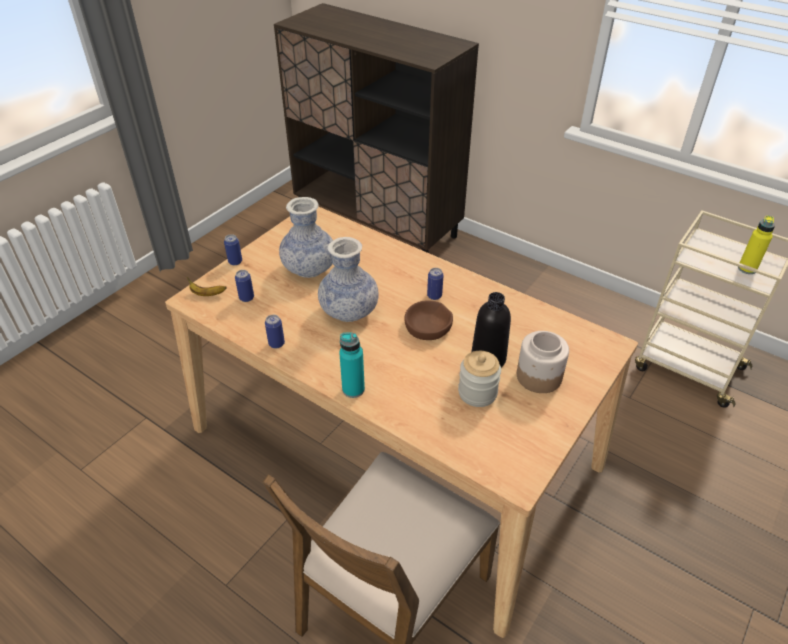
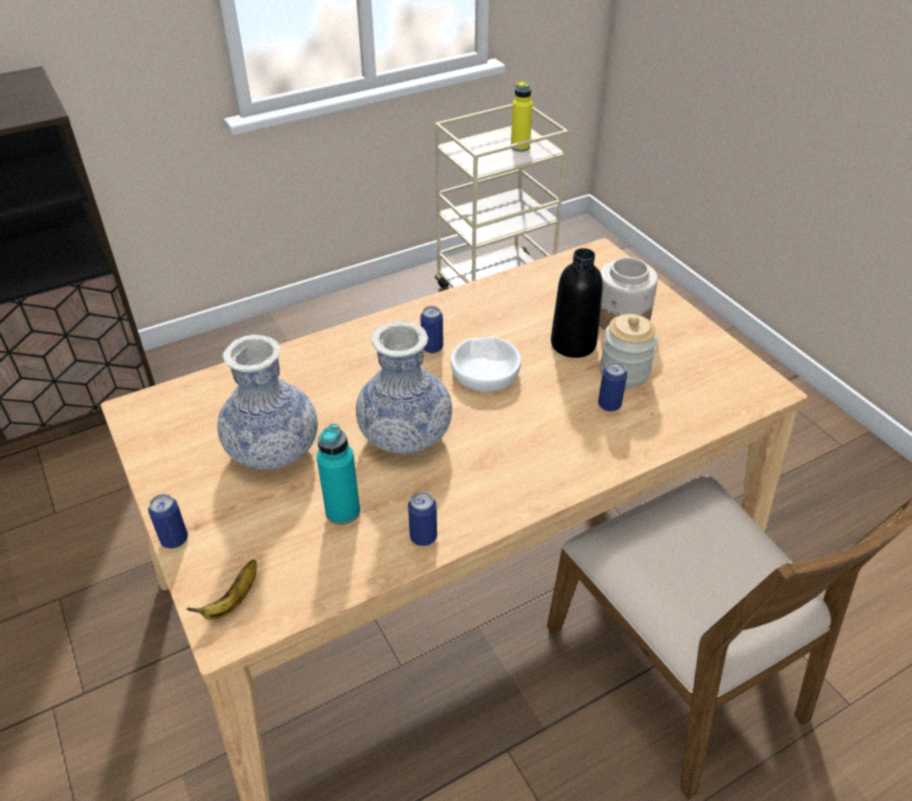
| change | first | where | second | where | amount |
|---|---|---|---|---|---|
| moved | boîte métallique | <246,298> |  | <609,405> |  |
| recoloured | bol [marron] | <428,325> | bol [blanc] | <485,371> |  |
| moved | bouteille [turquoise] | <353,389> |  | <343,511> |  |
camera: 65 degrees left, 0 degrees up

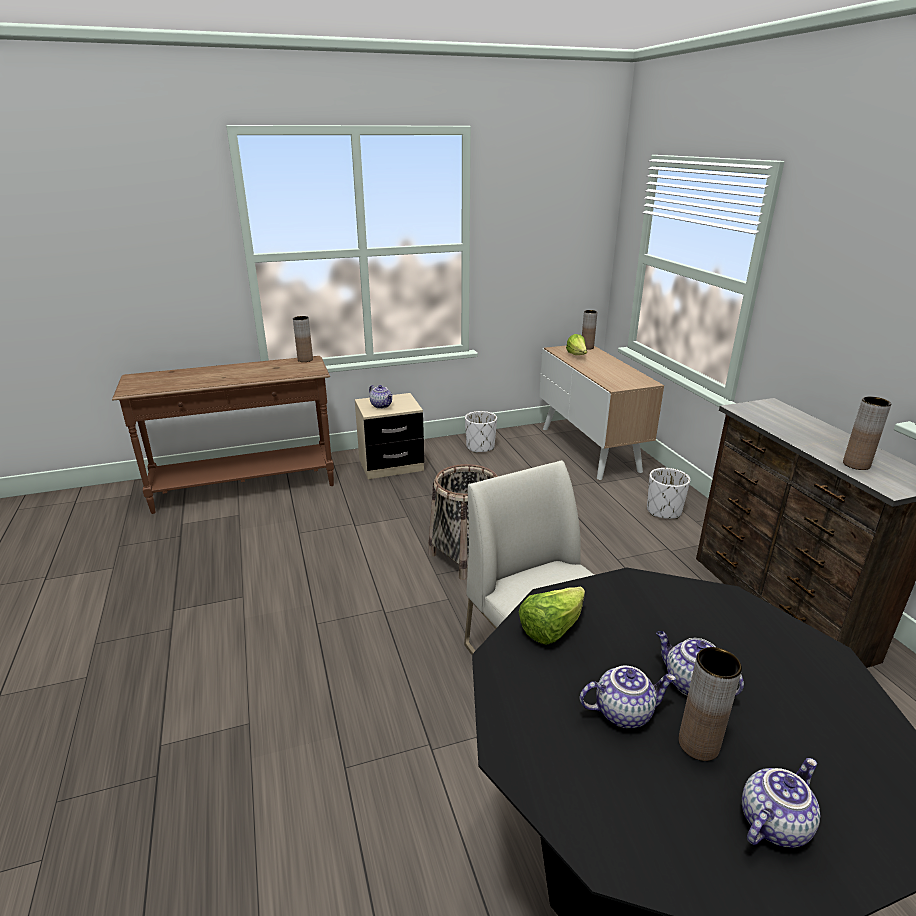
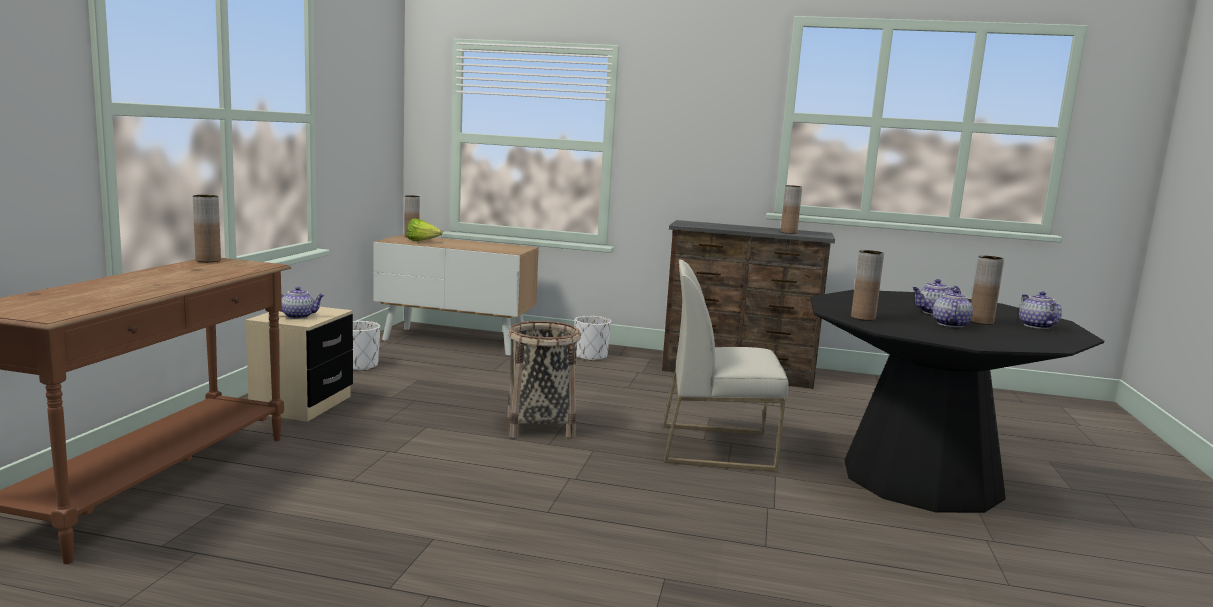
| change | first | where | second | where | amount |
|---|---|---|---|---|---|
| replaced | laitue | <551,629> | vase [marron] | <863,318> |  |
camera: 60 degrees left, 15 degrees down

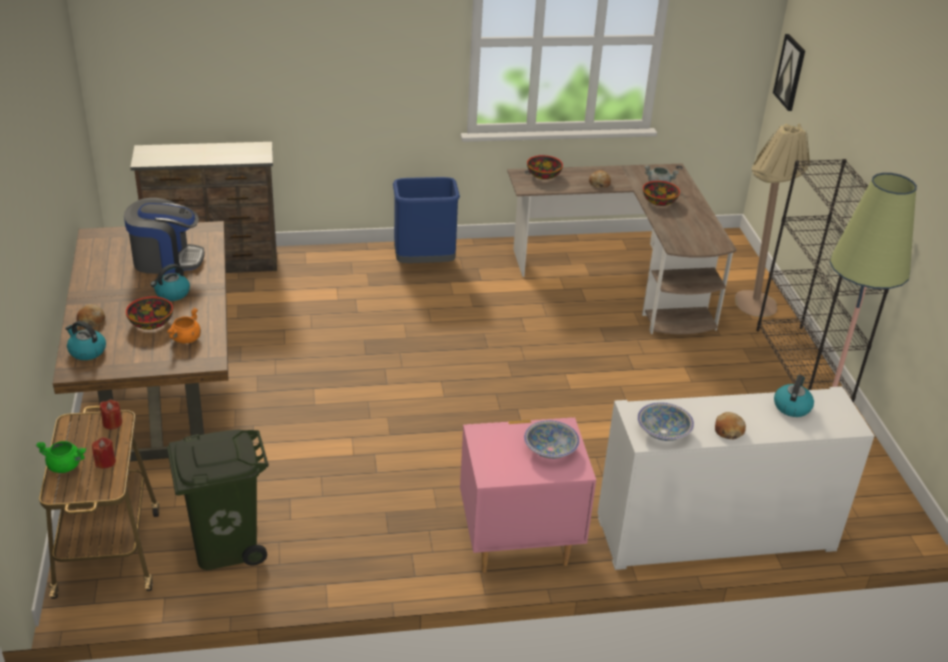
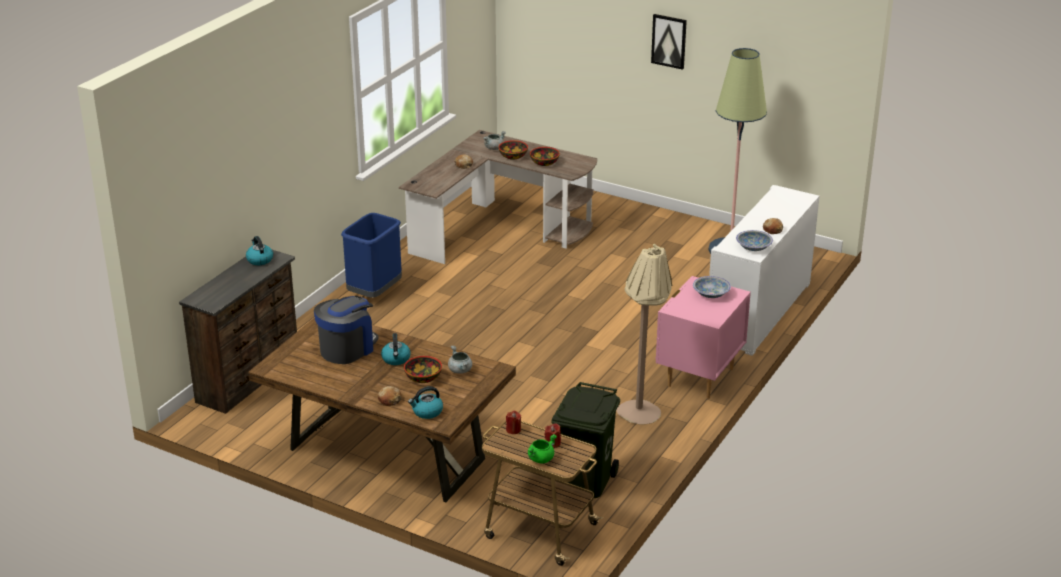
| change | first | where | second | where | amount |
|---|---|---|---|---|---|
| moved | tableau | <790,72> |  | <669,41> |  |
| moved | lampadaire [beige] | <749,308> |  | <640,419> |  |
| moved | bol | <544,175> |  | <544,162> |  |
| removed | bibliothèque [noir] | <803,367> |  |  |  |
| recoloured | marmite [orange] | <186,339> | marmite [gris] | <460,370> |  |
| moved | bouilloire | <791,406> |  | <259,260> |  |
camera: 50 degrees left, 5 degrees down

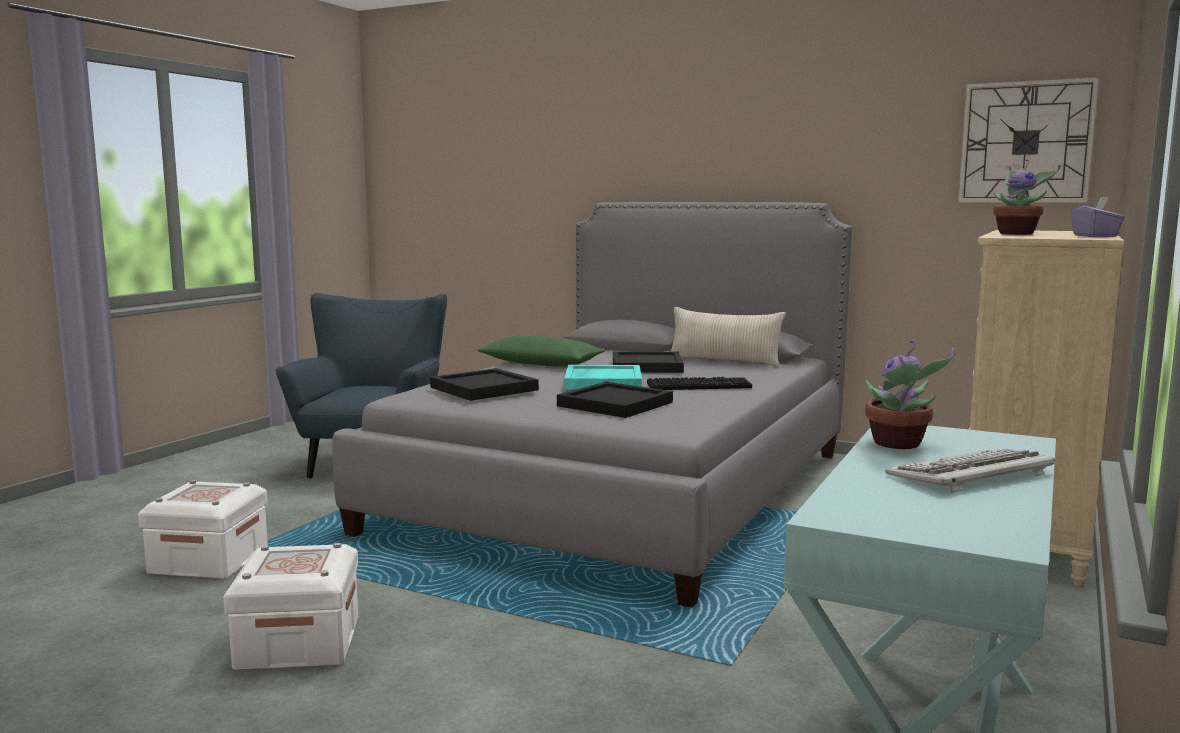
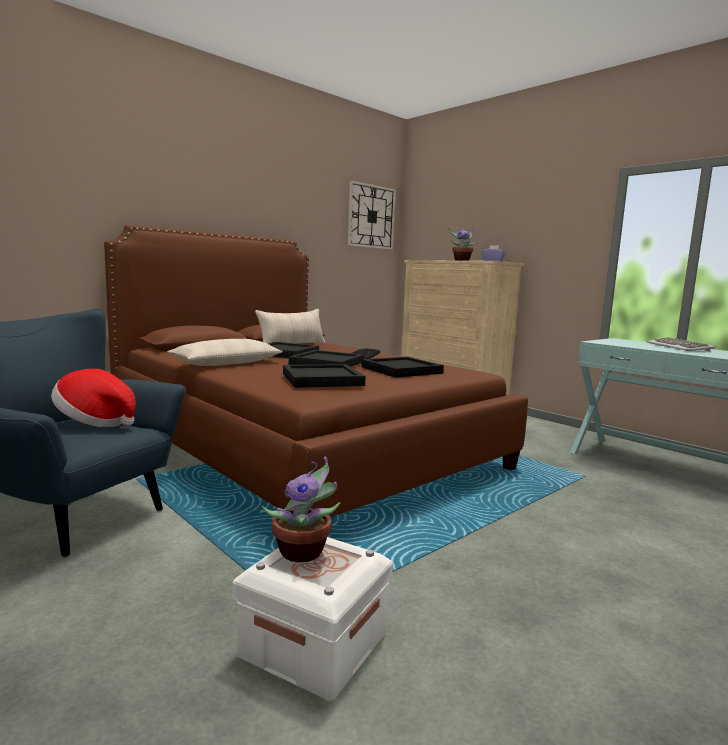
| change | first | where | second | where | amount |
|---|---|---|---|---|---|
| recoloured | lit [gris] | <622,489> | lit [marron] | <300,446> |  |
| recoloured | coussin [vert] | <541,364> | coussin [beige] | <226,363> |  |
| moved | plante en pot | <898,444> |  | <304,553> |  |
| recoloured | plateau [turquoise] | <602,381> | plateau [noir] | <326,363> |  |
| removed | boîte de rangement [blanc] | <299,643> |  |  |  |
| added |  |  | chapeau | <95,422> |  |
camera: 70 degrees left, 0 degrees up

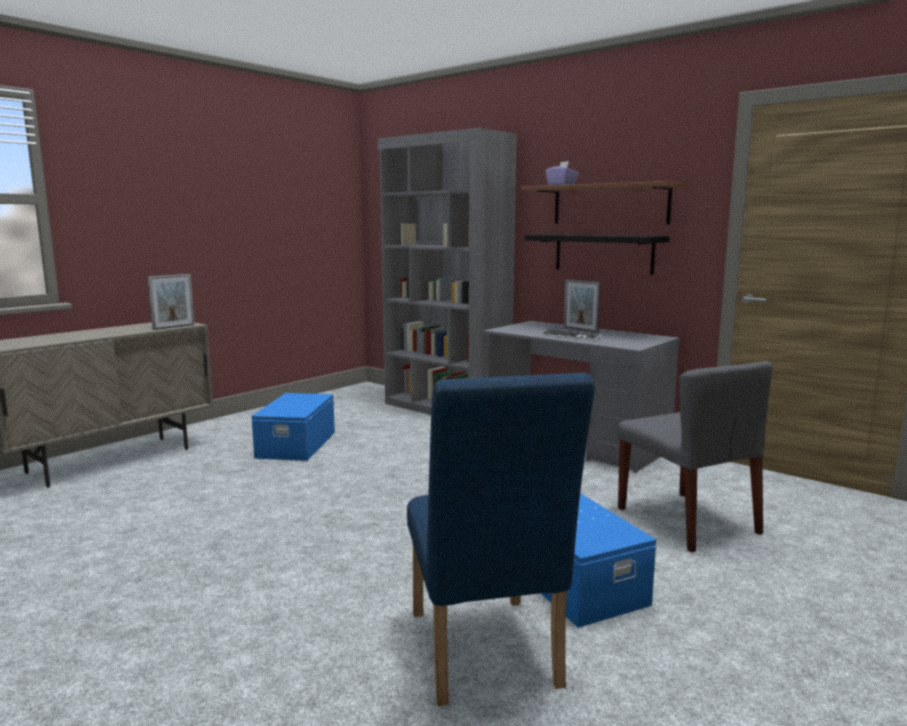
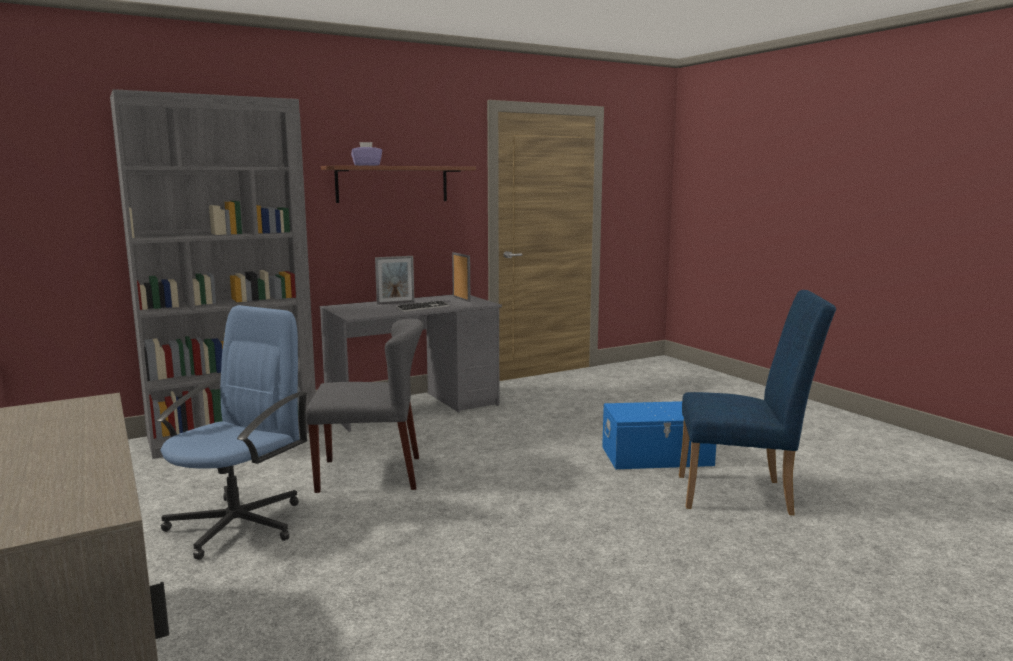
| change | first | where | second | where | amount |
|---|---|---|---|---|---|
| removed | étagère [noir] | <603,253> |  |  |  |
| moved | cadre photo | <174,327> |  | <461,299> |  |
| moved | chaise [gris] | <688,521> |  | <370,474> |  |
| replaced | boîte de rangement [bleu] | <295,444> | chaise de bureau [bleu] | <238,524> |  |
camera: 70 degrees left, 0 degrees up

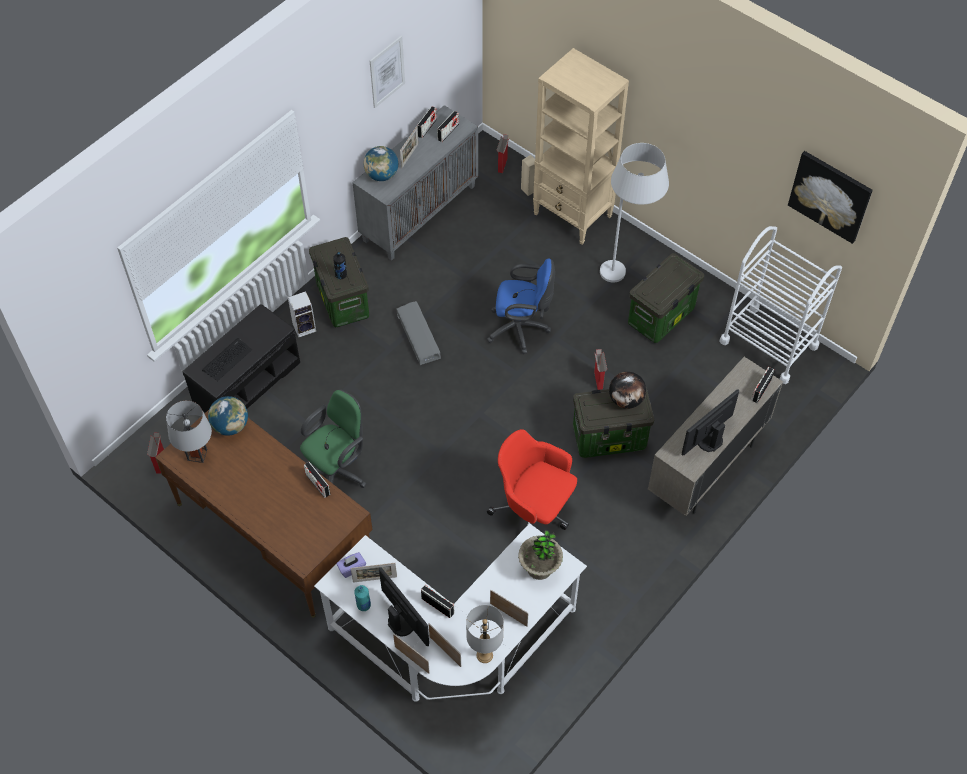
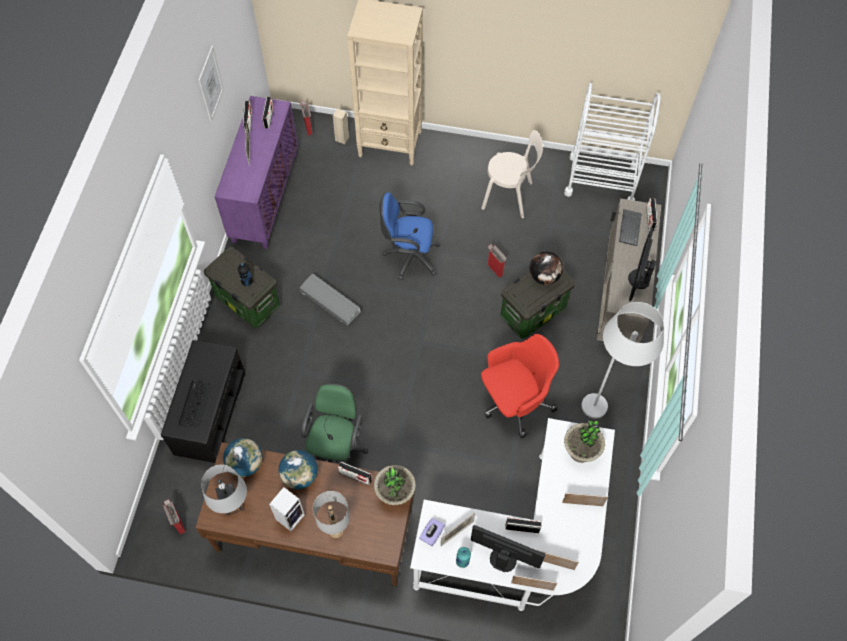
| change | first | where | second | where | amount |
|---|---|---|---|---|---|
| recoloured | meuble de rangement [gris] | <419,212> | meuble de rangement [violet] | <264,197> |  |
| moved | lampadaire [blanc] | <627,273> |  | <607,400> |  |
| moved | globe | <382,175> |  | <300,476> |  |
| removed | tableau | <830,196> |  |  |  |
| replaced | boîte de rangement | <661,317> | chaise [beige] | <510,196> |  |
| turned | chaise de bureau [bleu] | <521,329> |  | <409,256> | 150 degrees counterclockwise |
| moved | enceinte | <305,327> |  | <290,516> |  |
| turned | chaise de bureau [rouge] | <534,511> |  | <514,402> | 150 degrees clockwise |
| moved | lampe de table [gris] | <484,655> |  | <335,530> |  |
| added |  |  | clavier | <629,227> |  |
| added |  |  | plante en pot | <395,493> |  |
camera: 30 degrees left, 5 degrees up

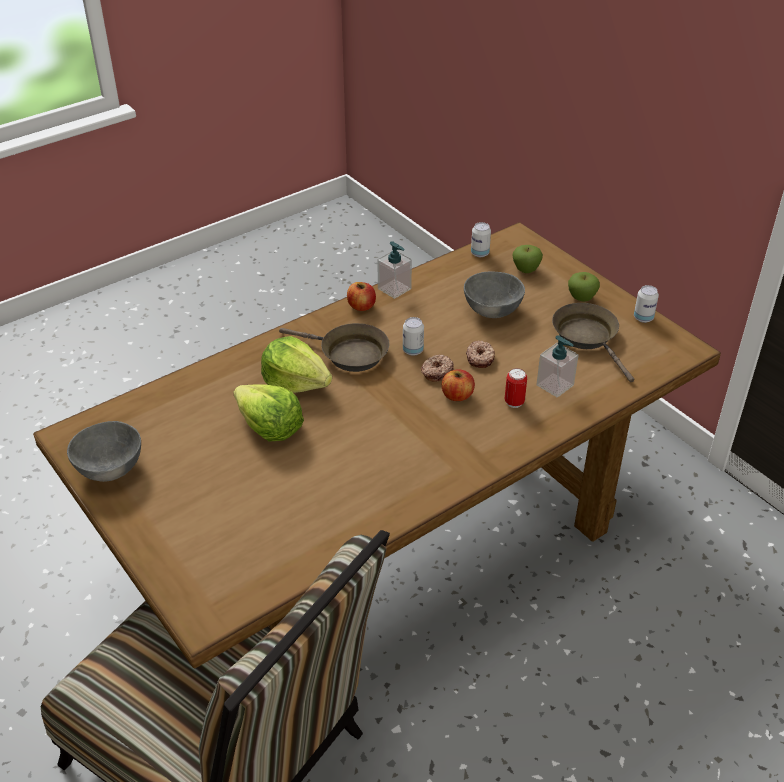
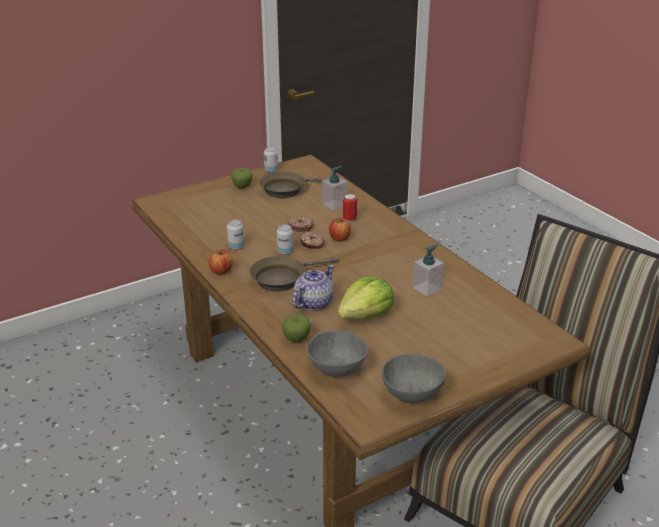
| change | first | where | second | where | amount |
|---|---|---|---|---|---|
| moved | boîte métallique | <480,253> |  | <236,247> |  |
| moved | distributeur de savon | <394,289> |  | <427,288> |  |
| moved | pomme | <526,270> |  | <296,339> |  |
| moved | bol [gris] | <491,311> |  | <337,370> |  |
| turned | poêle [marron] | <349,354> |  | <282,278> | 150 degrees counterclockwise |
| replaced | laitue | <296,382> | théière | <313,303> |  |
camera: 85 degrees left, 10 degrees down

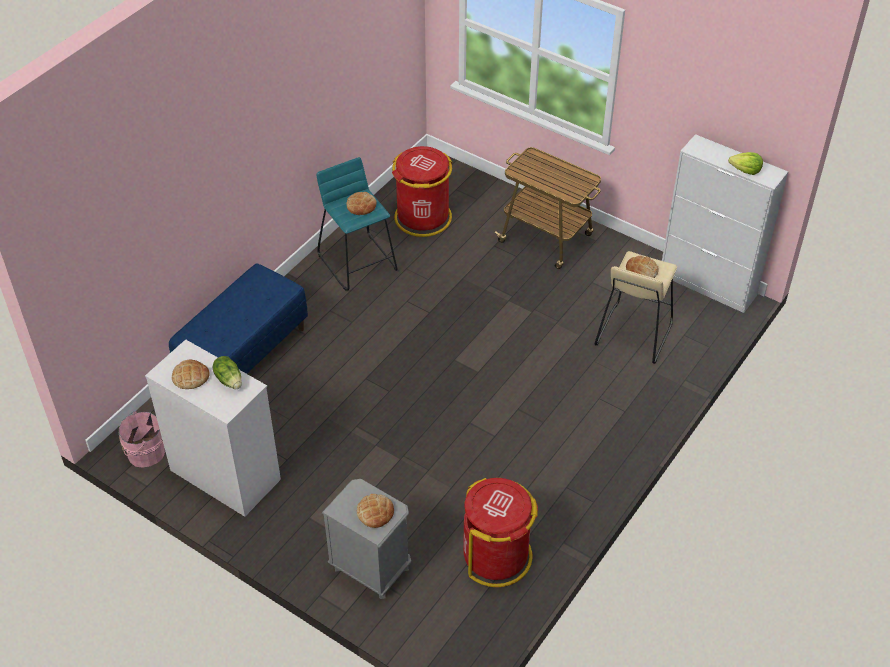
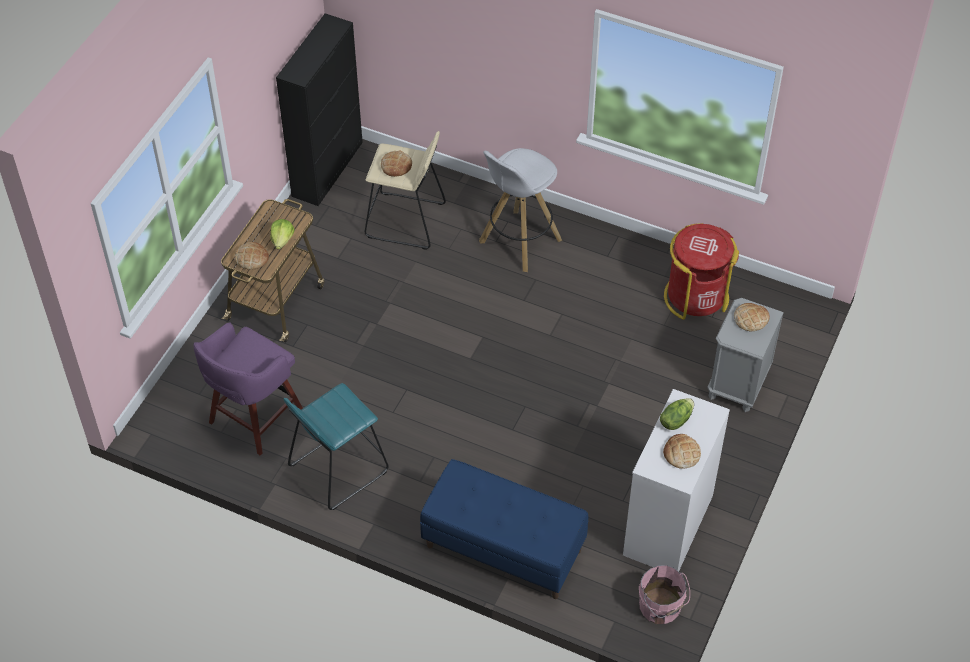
| change | first | where | second | where | amount |
|---|---|---|---|---|---|
| recoloured | meuble de rangement [blanc] | <708,285> | meuble de rangement [noir] | <328,169> |  |
| replaced | poubelle [rouge] | <423,218> | tabouret [violet] | <254,418> |  |
| moved | laitue | <745,170> |  | <282,240> |  |
| moved | pain | <361,206> |  | <251,258> |  |
| added |  |  | tabouret [blanc] | <519,242> |  |
camera: 100 degrees left, 5 degrees up

